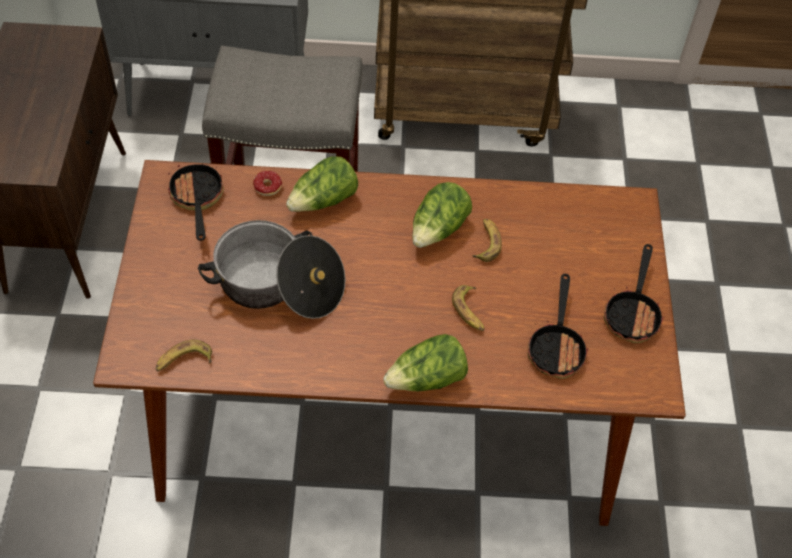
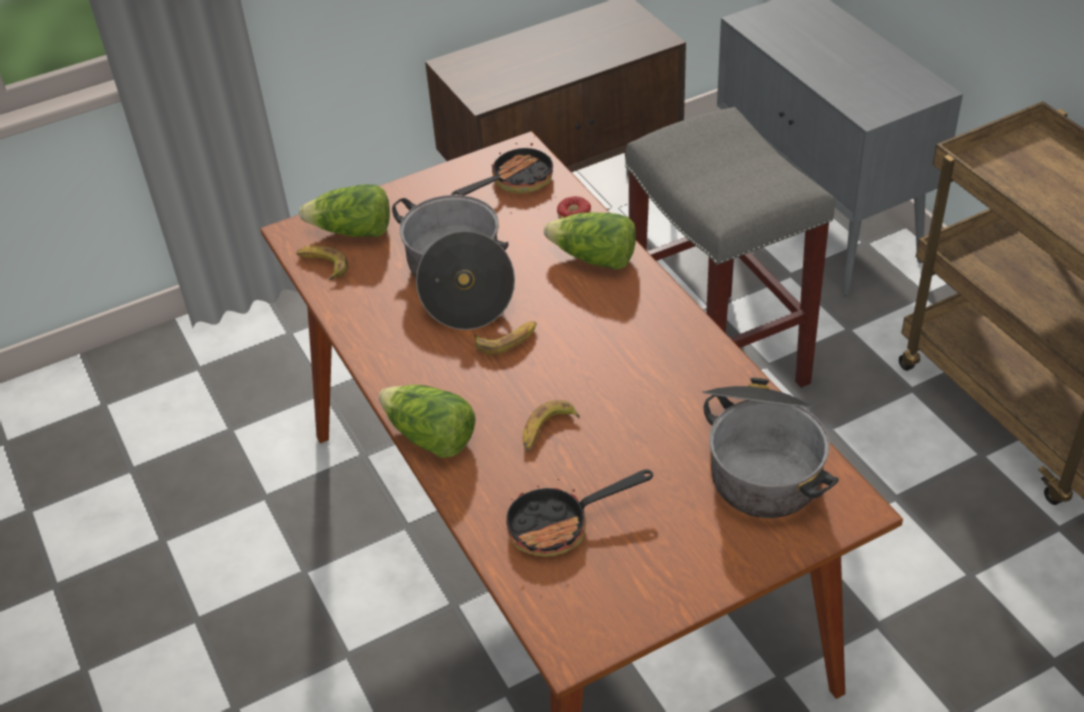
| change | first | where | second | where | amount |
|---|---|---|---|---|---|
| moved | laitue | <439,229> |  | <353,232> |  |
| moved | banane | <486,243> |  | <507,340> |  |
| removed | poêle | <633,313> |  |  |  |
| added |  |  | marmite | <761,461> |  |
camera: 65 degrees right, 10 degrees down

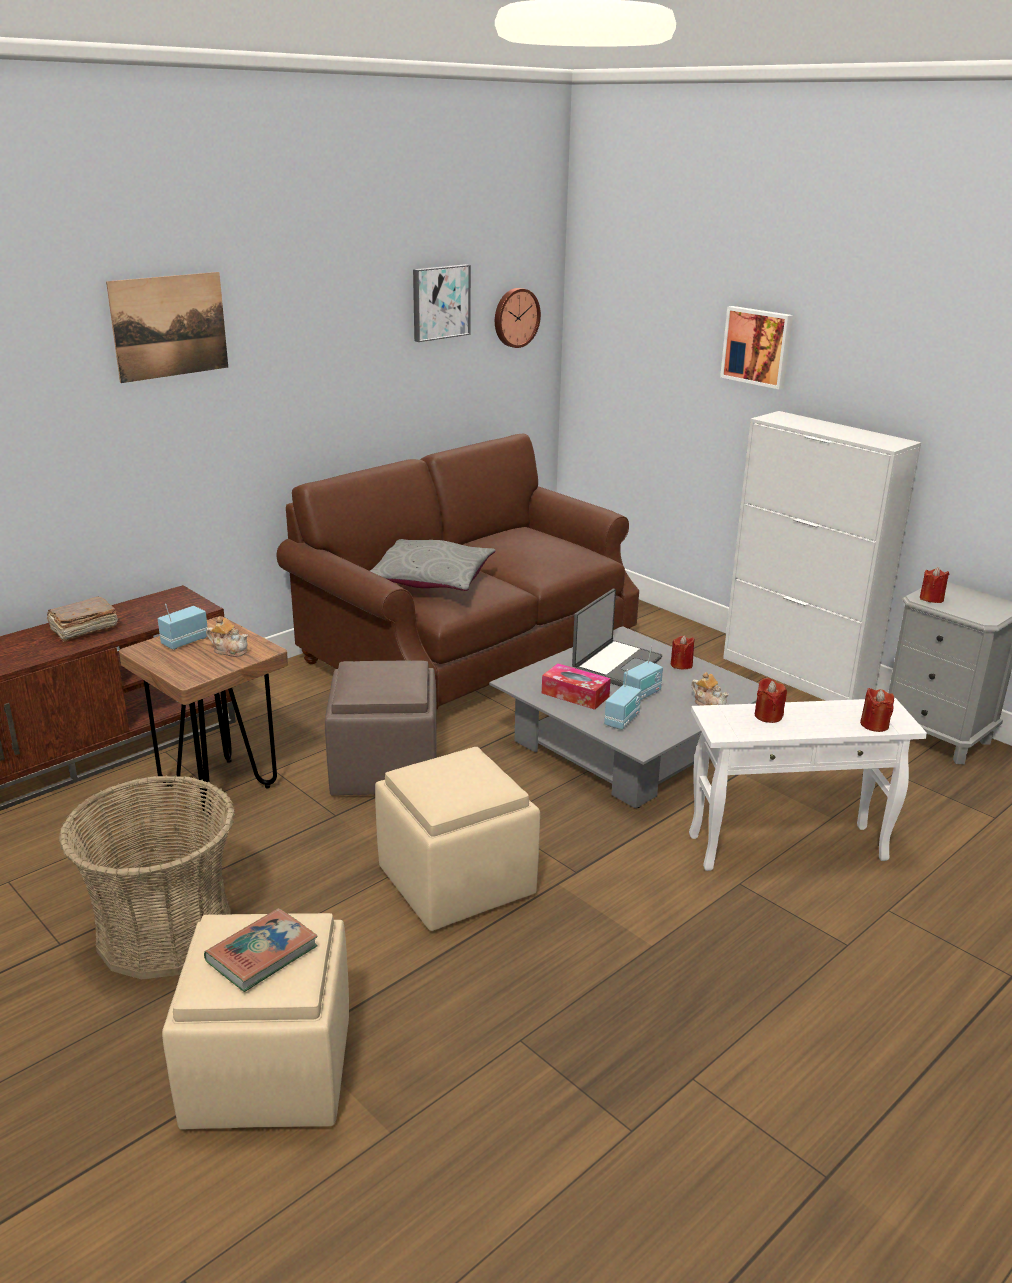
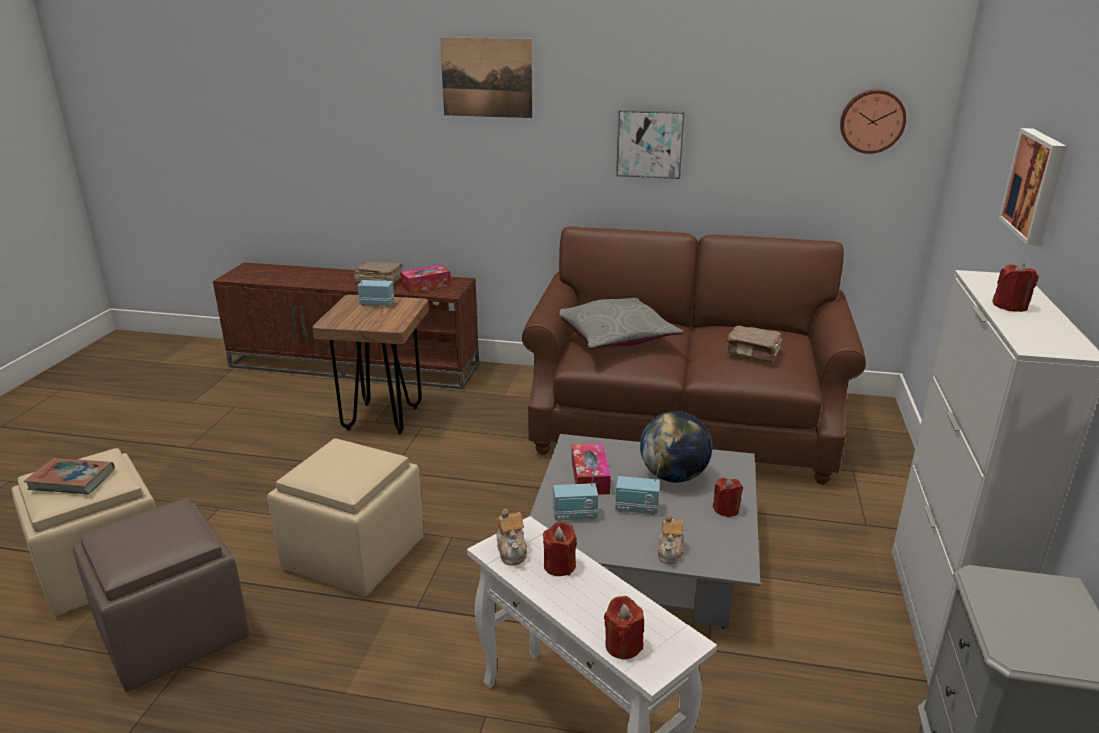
| change | first | where | second | where | amount |
|---|---|---|---|---|---|
| moved | tableau | <440,302> |  | <650,144> |  |
| moved | bougie [rouge] | <931,599> |  | <1010,306> |  |
| replaced | ordinateur portable | <615,664> | globe | <673,476> |  |
| moved | théière | <230,650> |  | <512,550> |  |
| moved | pouf [marron] | <383,770> |  | <171,633> |  |
| removed | panier | <165,932> |  |  |  |
| added |  |  | boîte à mouchoirs | <426,285> |  |
| added |  |  | livre [marron] | <753,353> |  |
camera: 55 degrees right, 0 degrees up

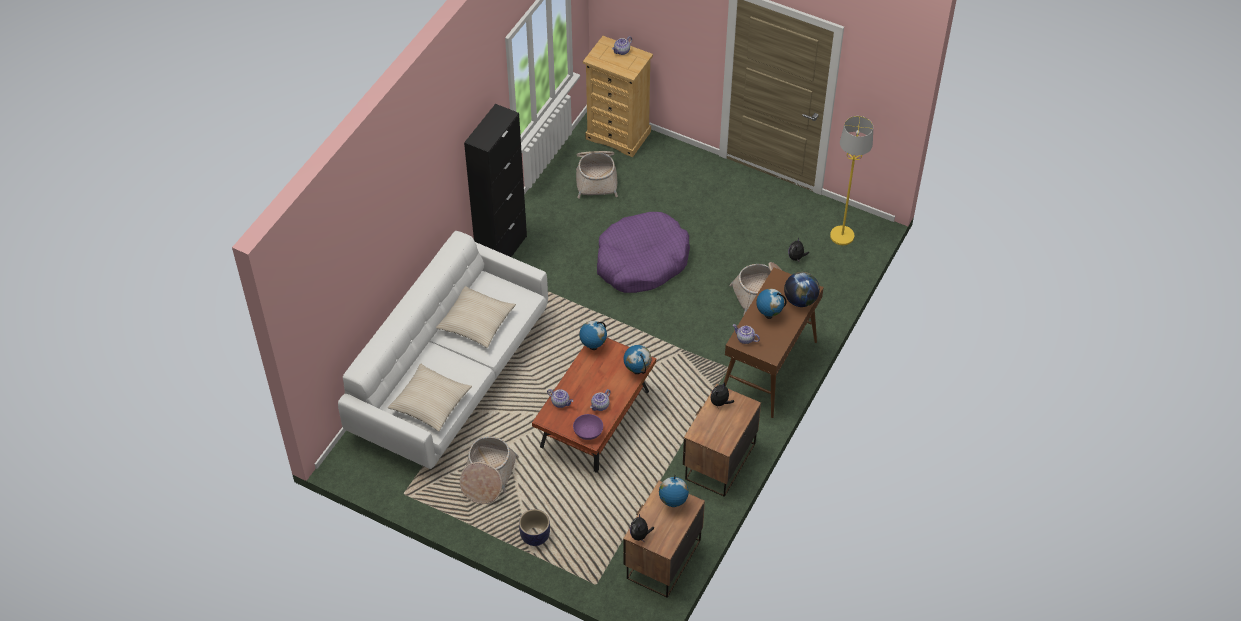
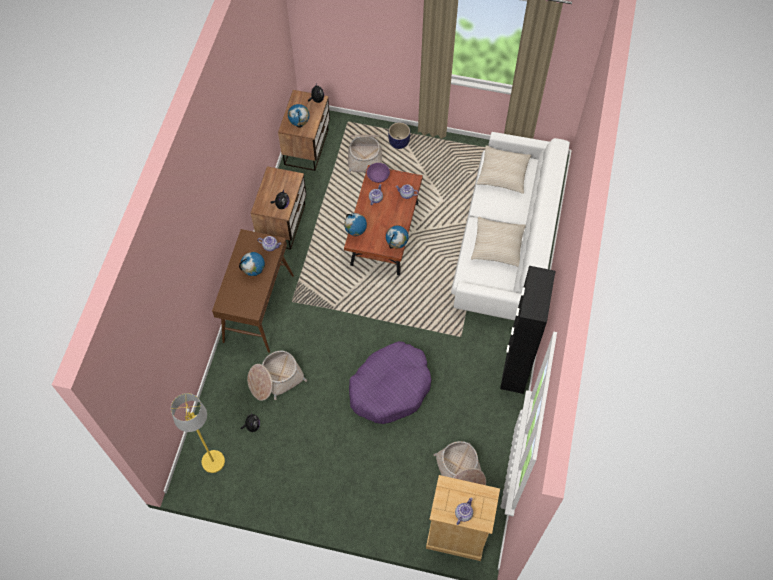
| change | first | where | second | where | amount |
|---|---|---|---|---|---|
| removed | globe | <800,300> |  |  |  |
| moved | panier | <487,476> |  | <365,155> |  |
camera: 165 degrees right, 10 degrees up

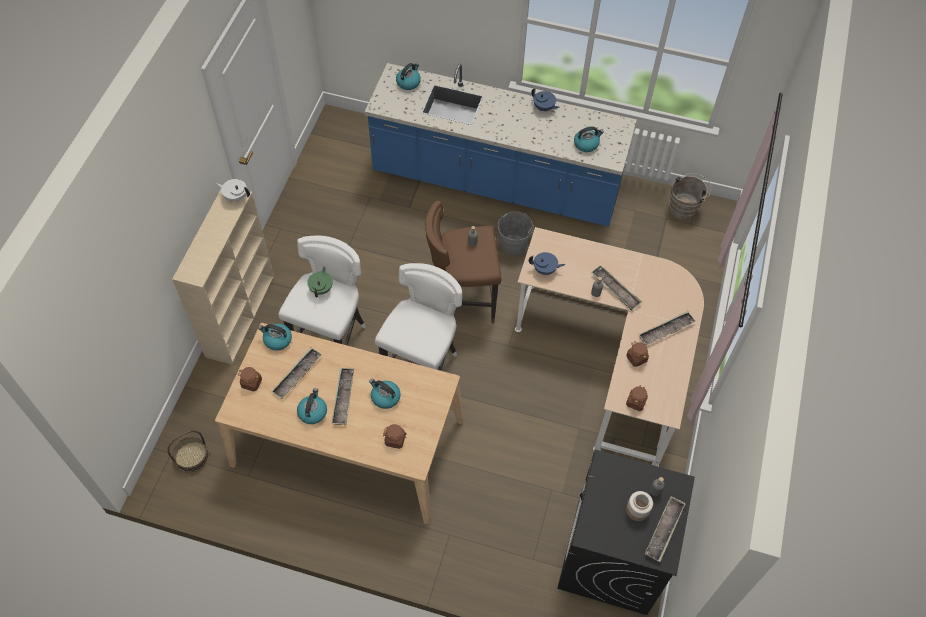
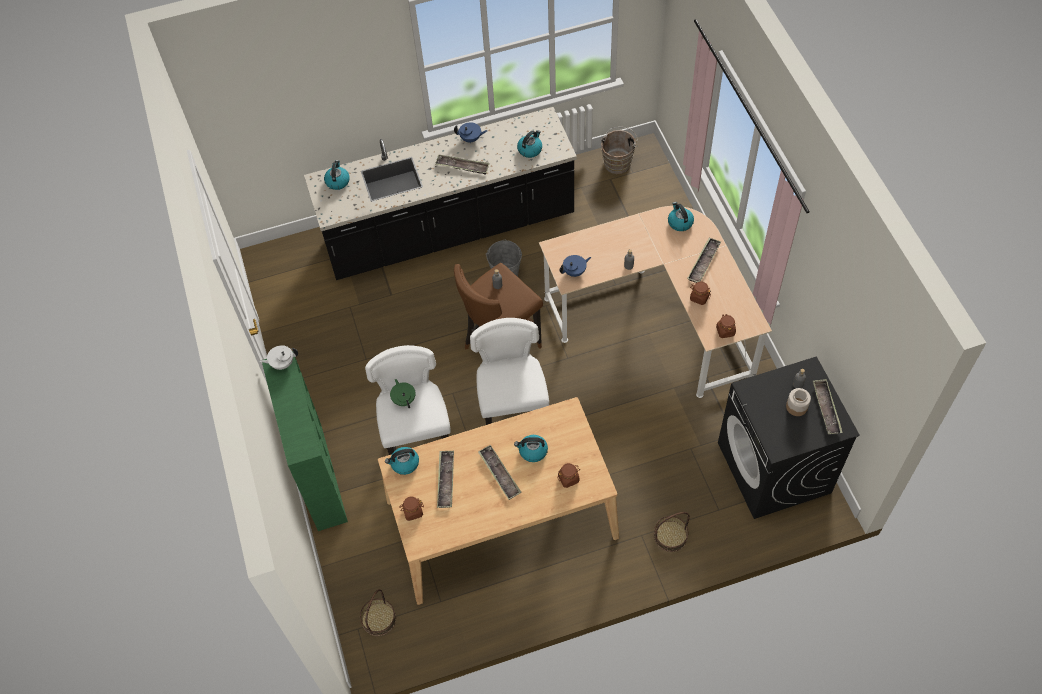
| change | first | where | second | where | amount |
|---|---|---|---|---|---|
| recoloured | comptoir de cuisine [bleu] | <495,184> | comptoir de cuisine [noir] | <449,231> |  |
| recoloured | bibliothèque [beige] | <240,314> | bibliothèque [vert] | <319,475> |  |
| moved | plateau | <615,290> |  | <462,166> |  |
| moved | bouilloire | <312,412> |  | <679,222> |  |
| added |  |  | panier | <670,536> |  |
camera: 30 degrees left, 0 degrees up

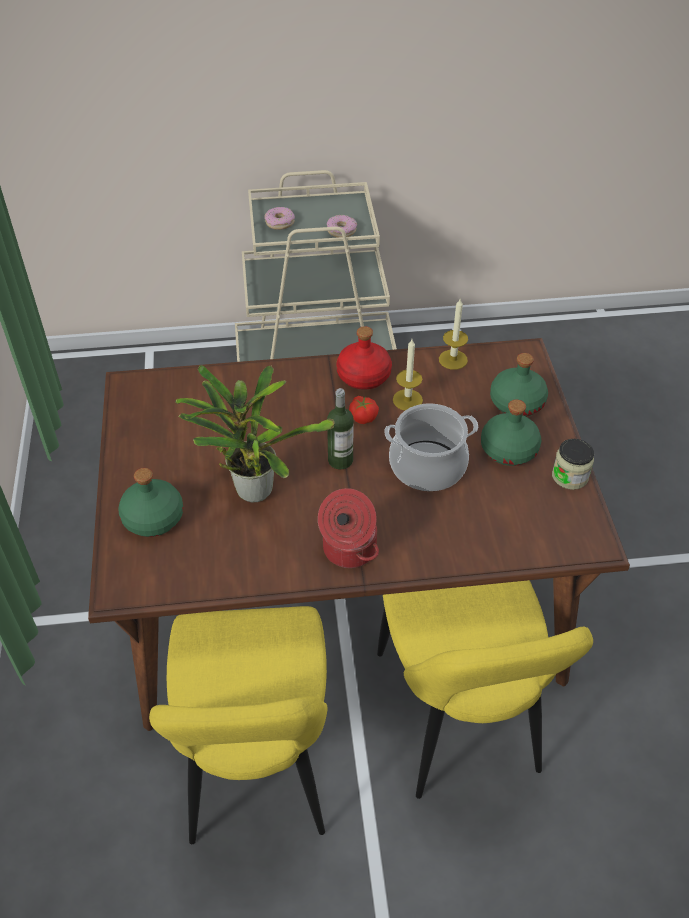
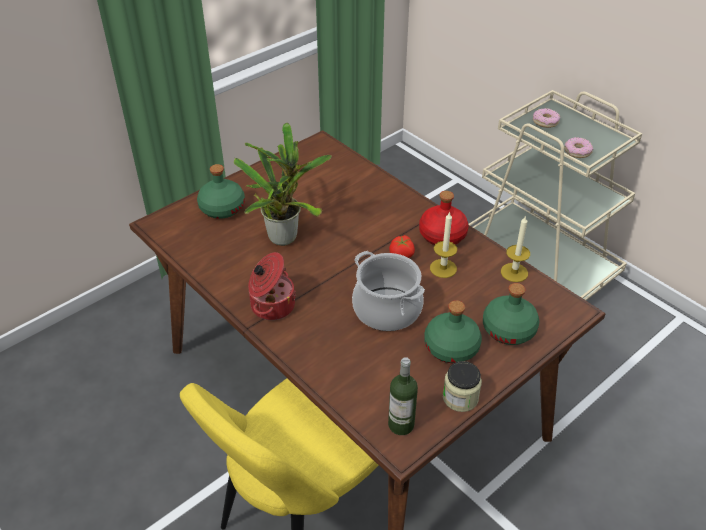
| change | first | where | second | where | amount |
|---|---|---|---|---|---|
| moved | bouteille | <340,460> |  | <401,425> |  |
| removed | chaise [jaune] | <256,767> |  |  |  |
camera: 55 degrees right, 5 degrees down

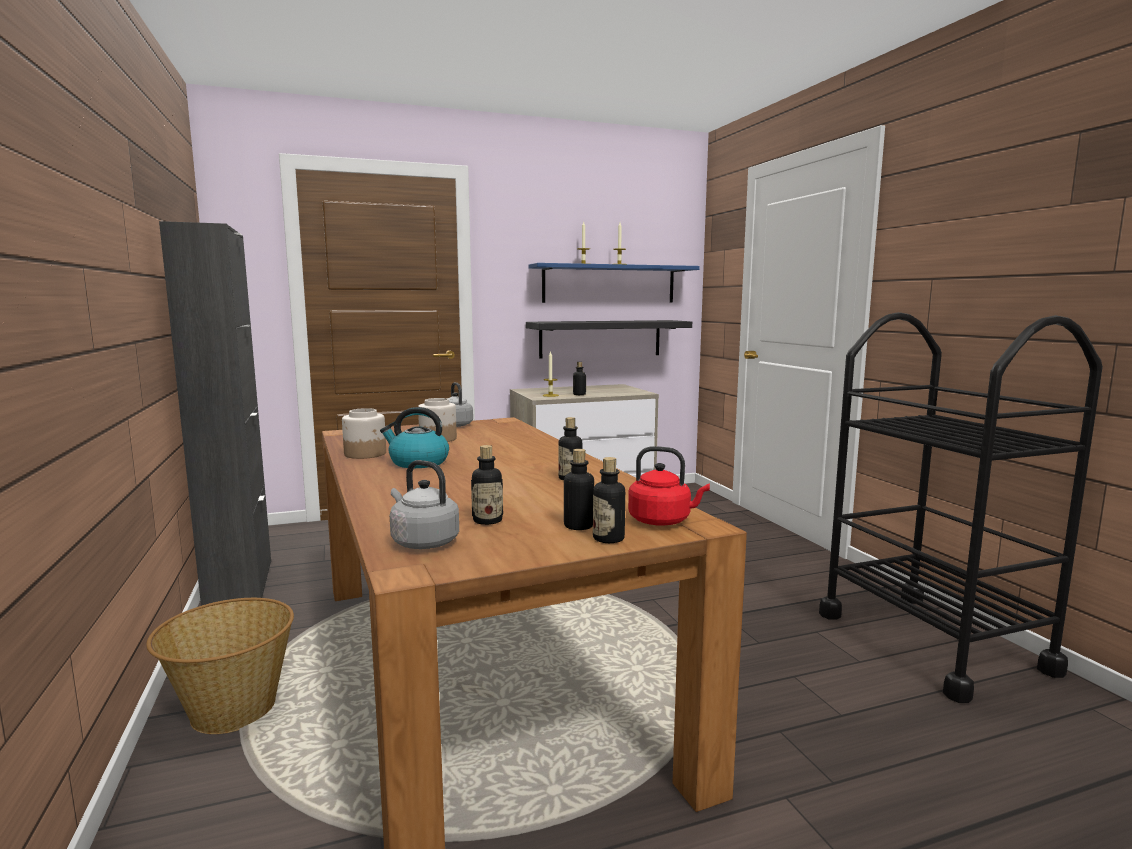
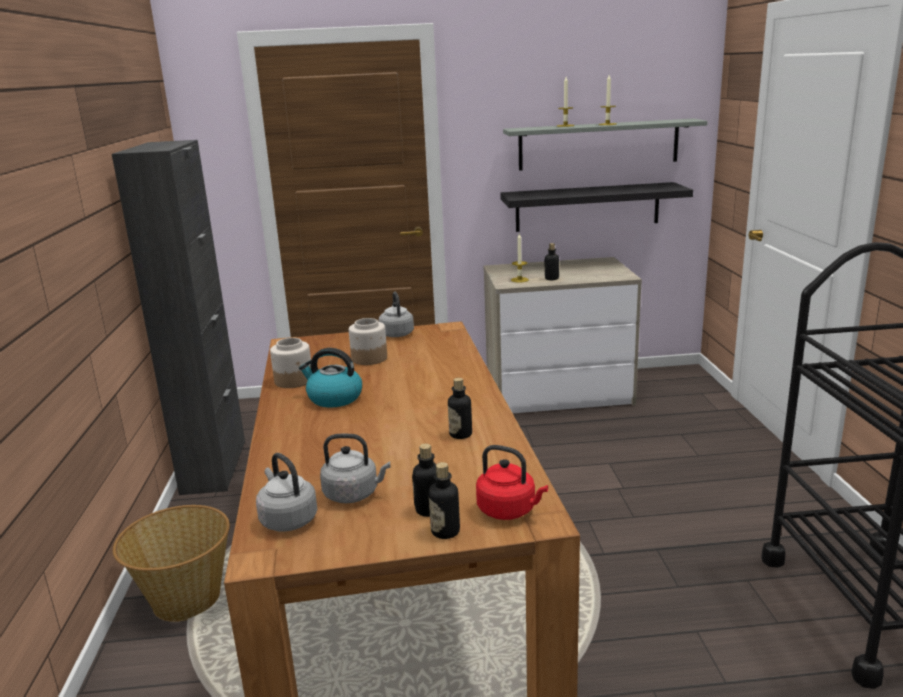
| change | first | where | second | where | amount |
|---|---|---|---|---|---|
| recoloured | étagère [bleu] | <609,284> | étagère [gris] | <598,144> |  |
| replaced | bouteille | <487,520> | bouilloire [gris] | <354,494> |  |
camera: 15 degrees right, 10 degrees up

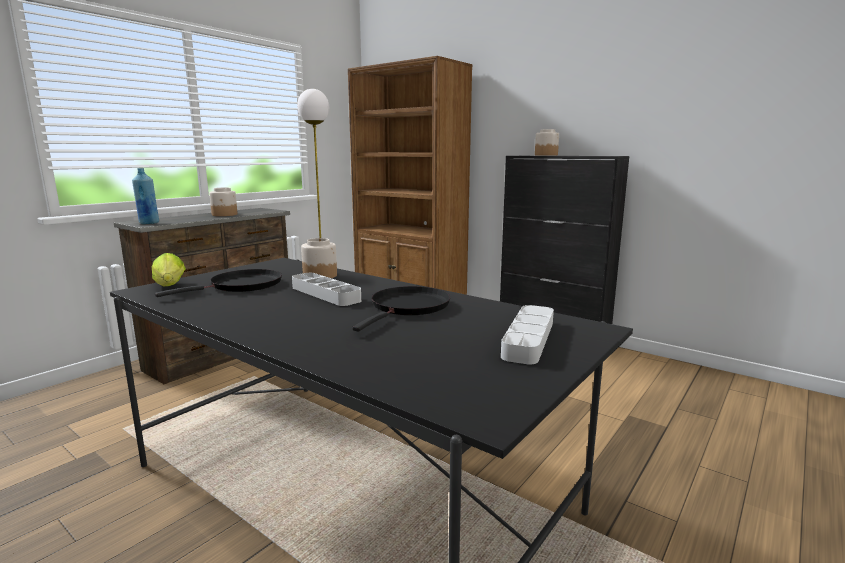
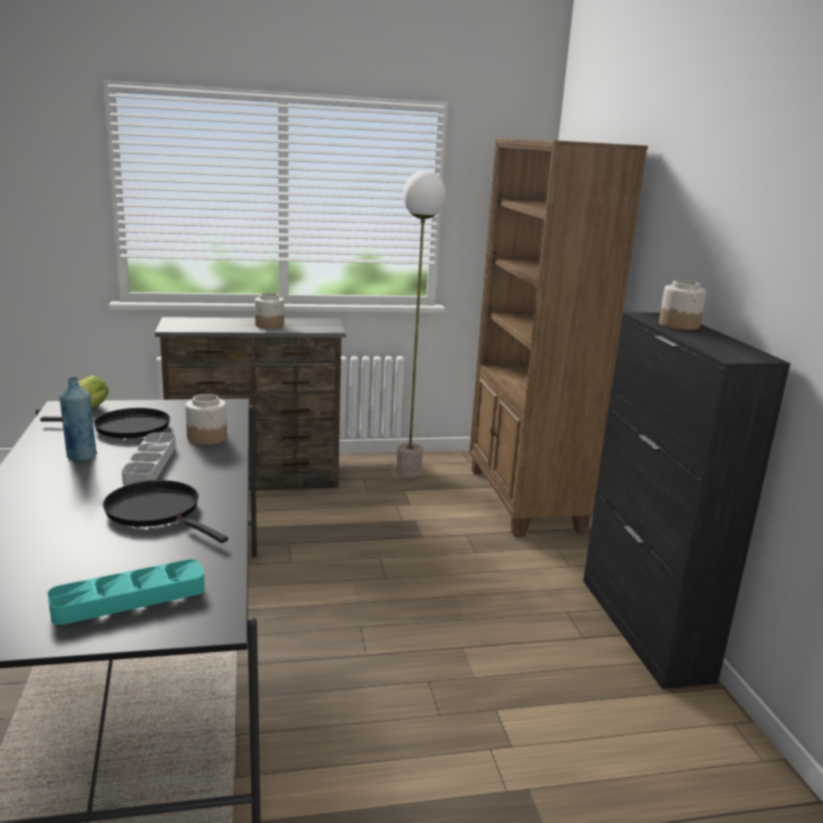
| change | first | where | second | where | amount |
|---|---|---|---|---|---|
| moved | bouteille [bleu] | <149,223> |  | <81,457> |  |
| turned | poêle [noir] | <408,307> |  | <157,511> | 120 degrees counterclockwise |
| recoloured | plateau [gris] | <528,339> | plateau [turquoise] | <129,598> |  |
camera: 40 degrees right, 5 degrees up

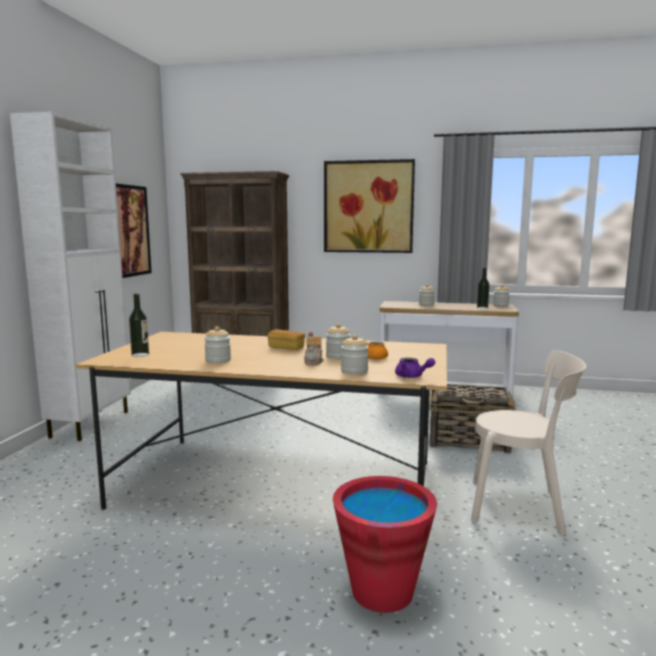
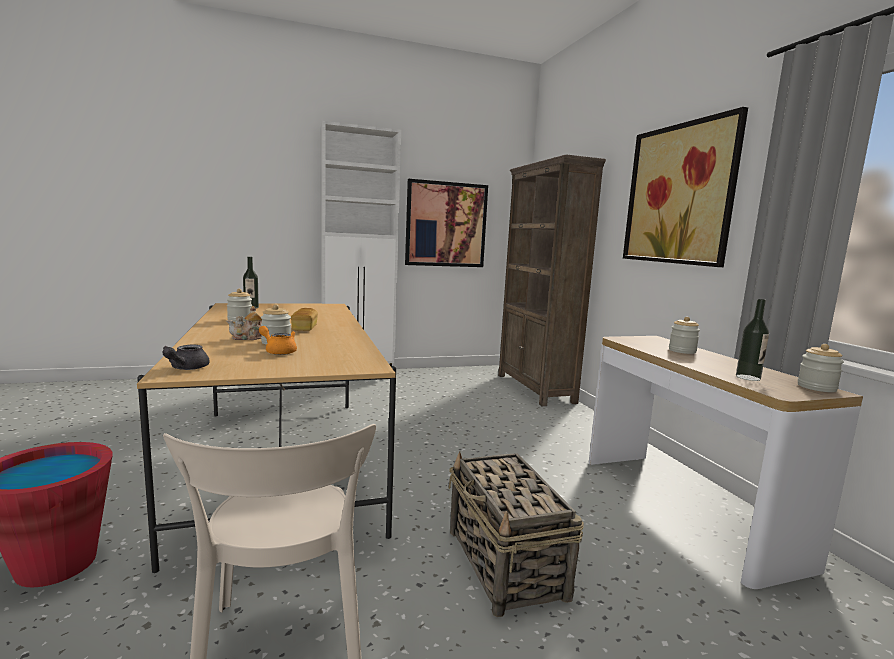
| change | first | where | second | where | amount |
|---|---|---|---|---|---|
| removed | bocal | <354,371> |  |  |  |
| recoloured | théière [violet] | <412,376> | théière [gris] | <185,368> |  |
camera: 60 degrees right, 0 degrees up

